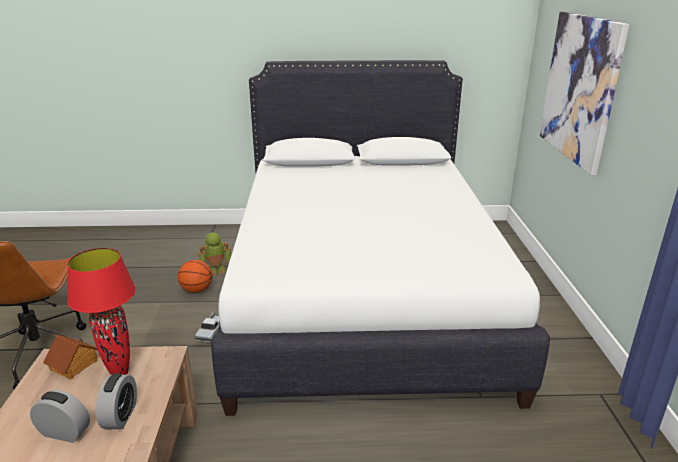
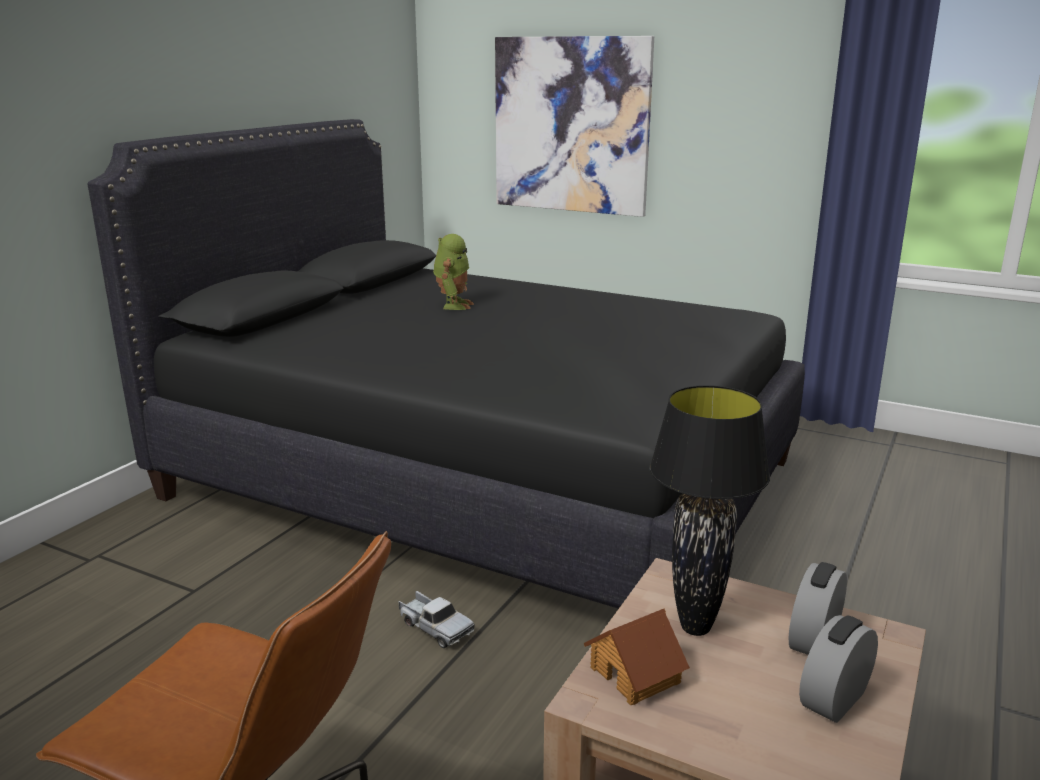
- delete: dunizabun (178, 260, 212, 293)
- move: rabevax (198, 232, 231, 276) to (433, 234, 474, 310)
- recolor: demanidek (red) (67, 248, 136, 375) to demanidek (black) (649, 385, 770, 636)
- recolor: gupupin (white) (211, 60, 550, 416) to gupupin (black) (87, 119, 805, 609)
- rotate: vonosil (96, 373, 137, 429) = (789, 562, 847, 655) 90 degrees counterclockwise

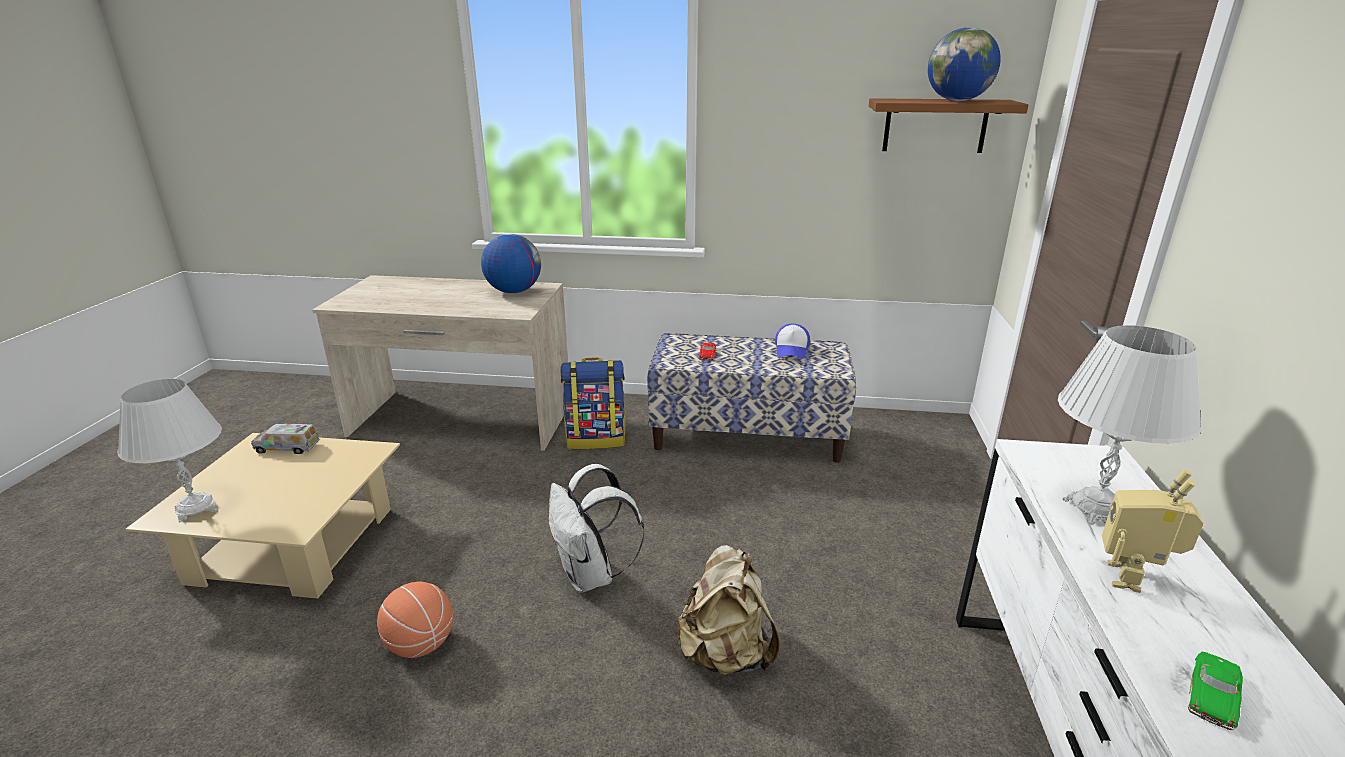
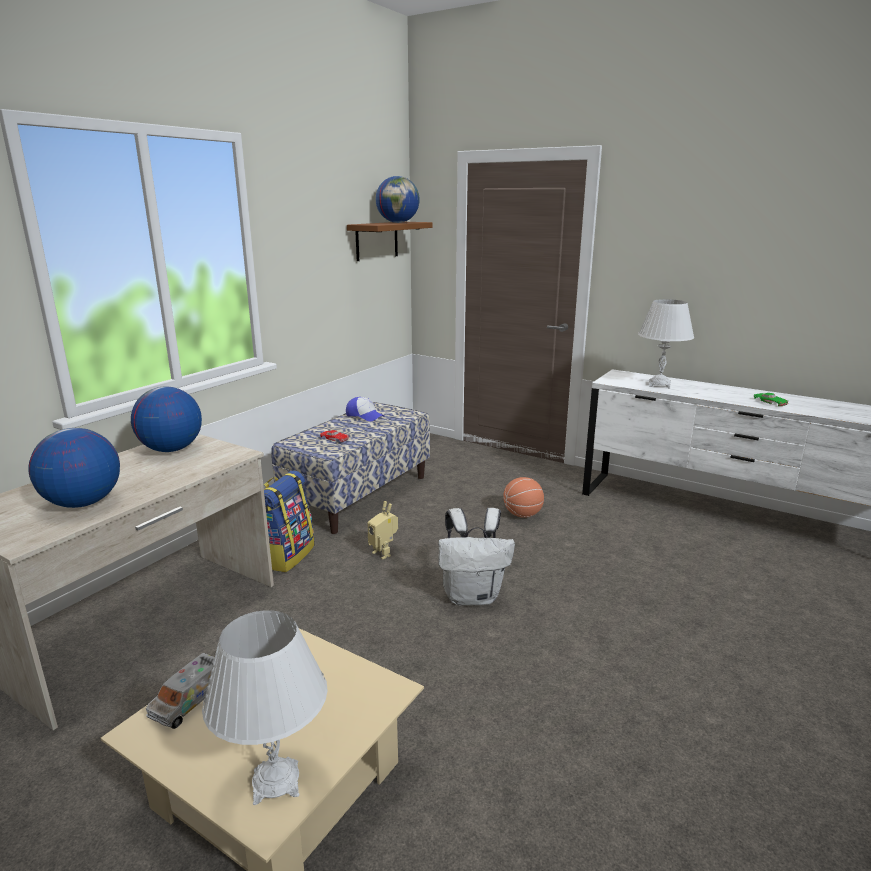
- delete: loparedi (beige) (676, 545, 780, 675)
- insert: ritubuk (28, 428, 120, 508)
- move: dunizabun (377, 582, 453, 658) to (503, 477, 544, 518)
- move: rabevax (1102, 469, 1203, 593) to (368, 501, 398, 560)

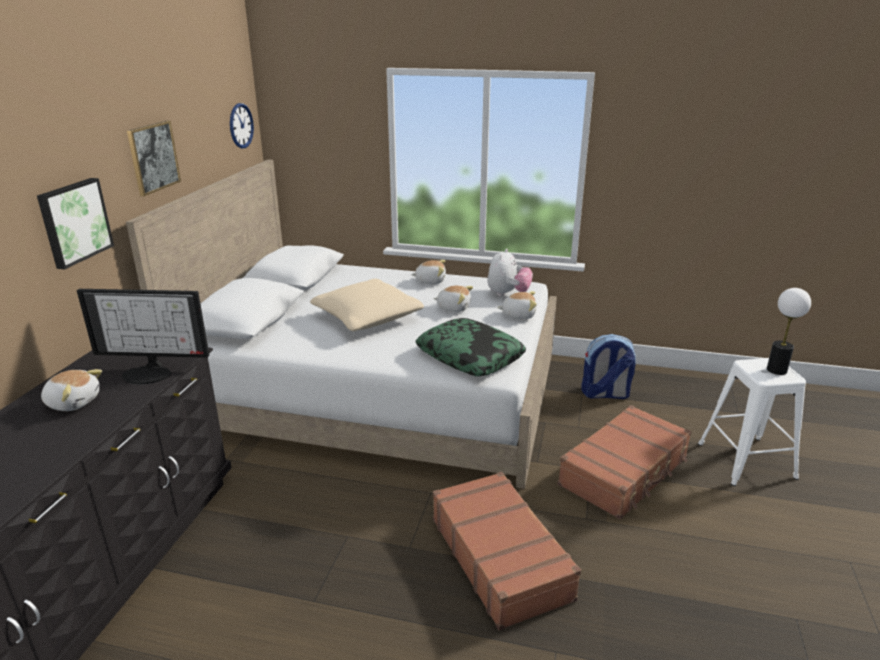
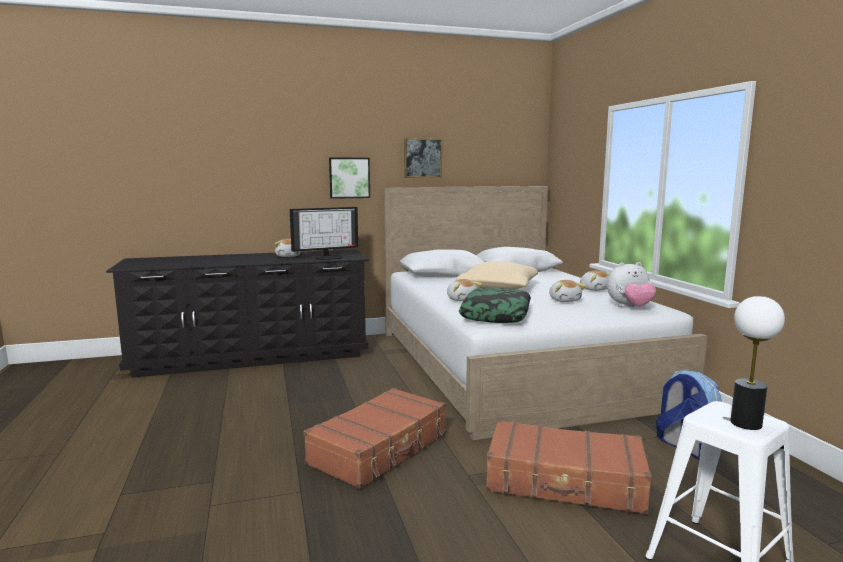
- delete: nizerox (230, 103, 254, 148)
- move: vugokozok (497, 291, 537, 319) to (447, 279, 482, 301)
- rotate: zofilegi (77, 289, 209, 385) = (290, 207, 358, 260) 90 degrees counterclockwise

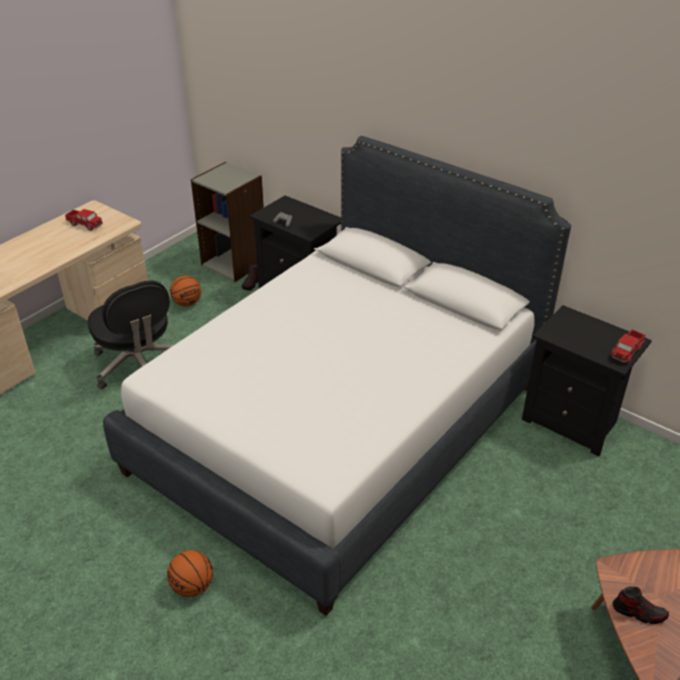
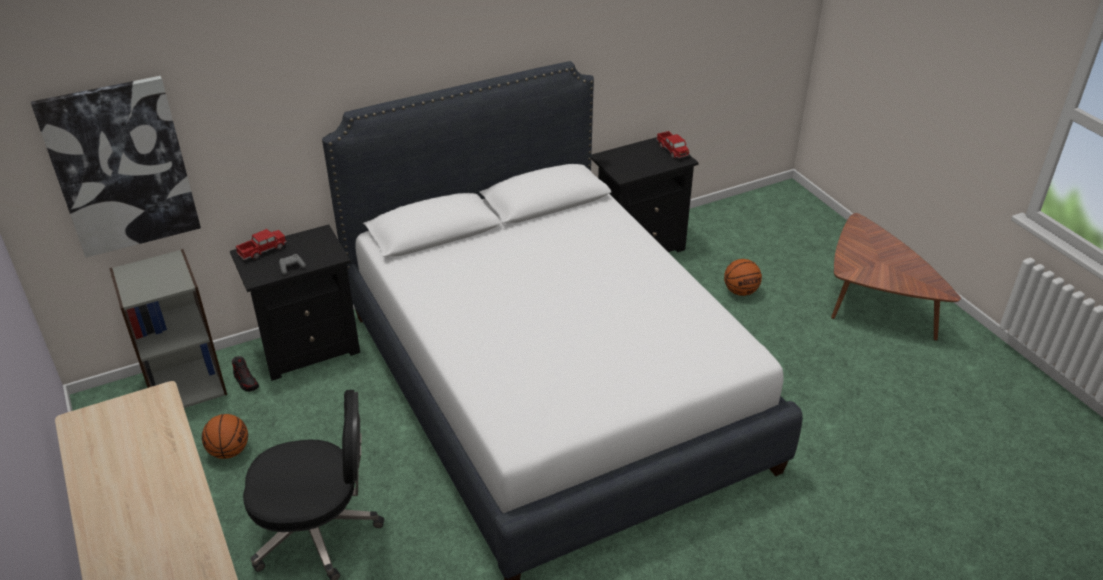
- delete: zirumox (613, 586, 669, 624)
- insert: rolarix (31, 76, 201, 258)
- move: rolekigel (65, 209, 103, 231) to (236, 229, 287, 260)
- move: dunizabun (167, 550, 213, 597) to (724, 259, 762, 296)

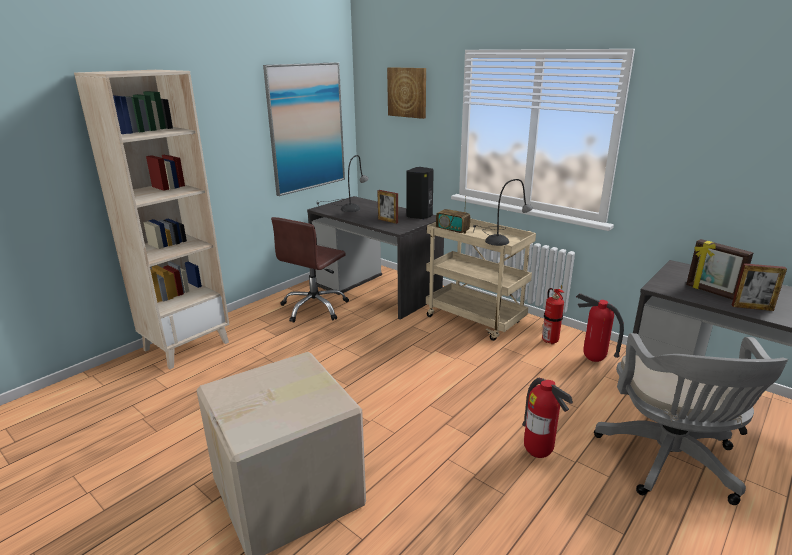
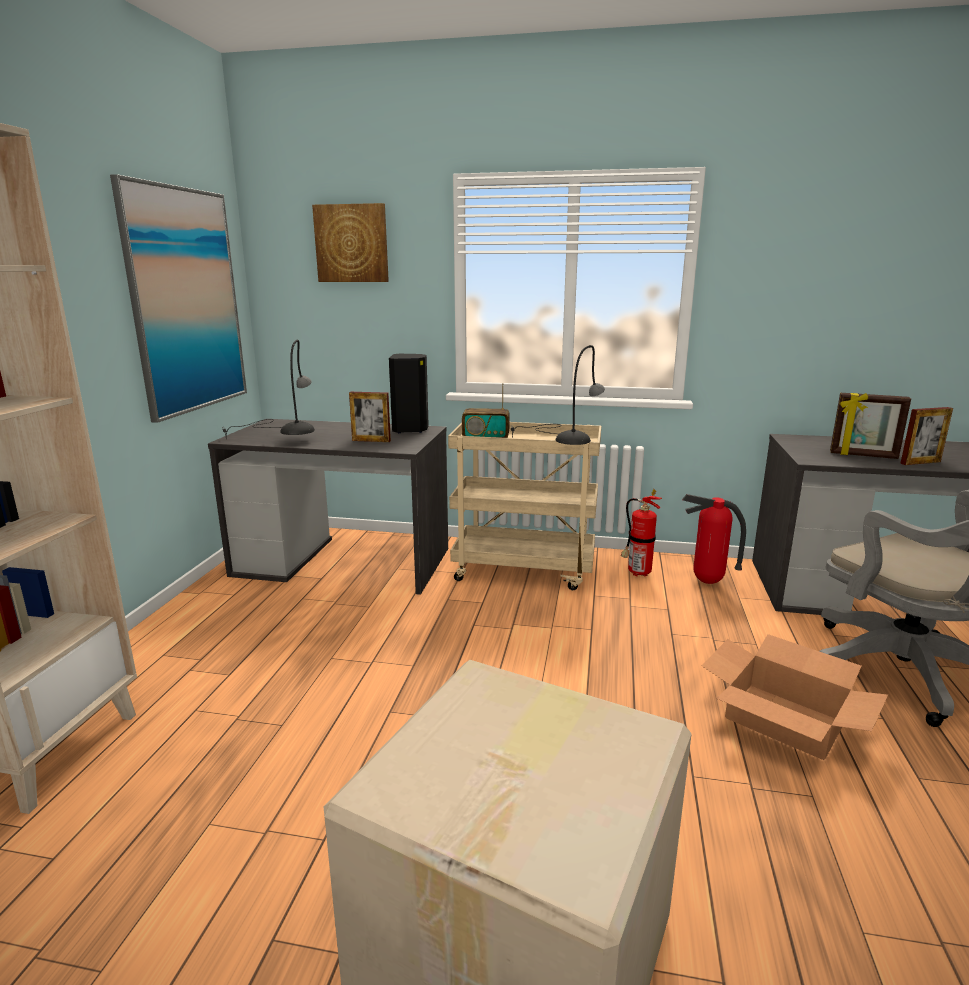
- delete: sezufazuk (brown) (271, 217, 349, 323)
- replace: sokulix (522, 377, 573, 458) to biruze (702, 634, 888, 760)

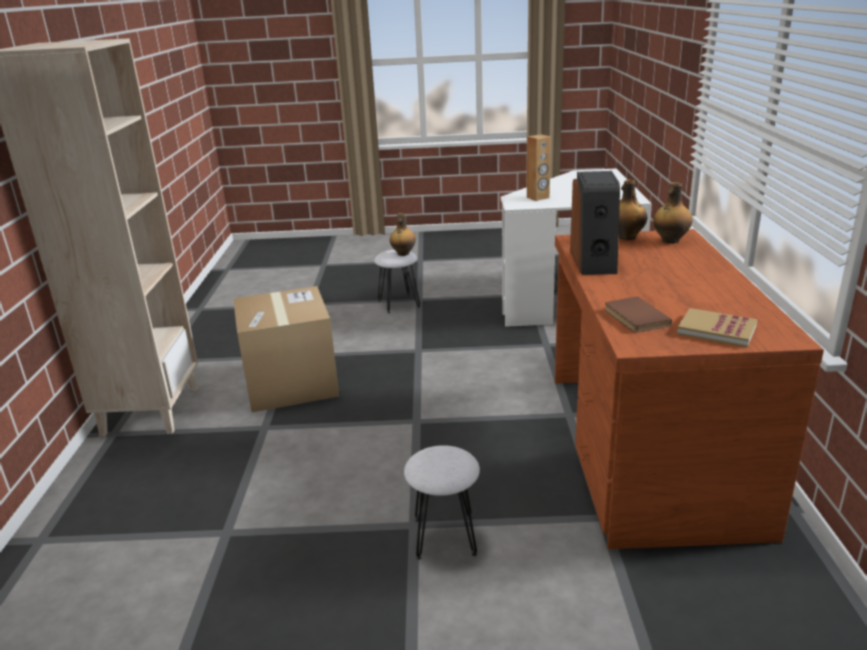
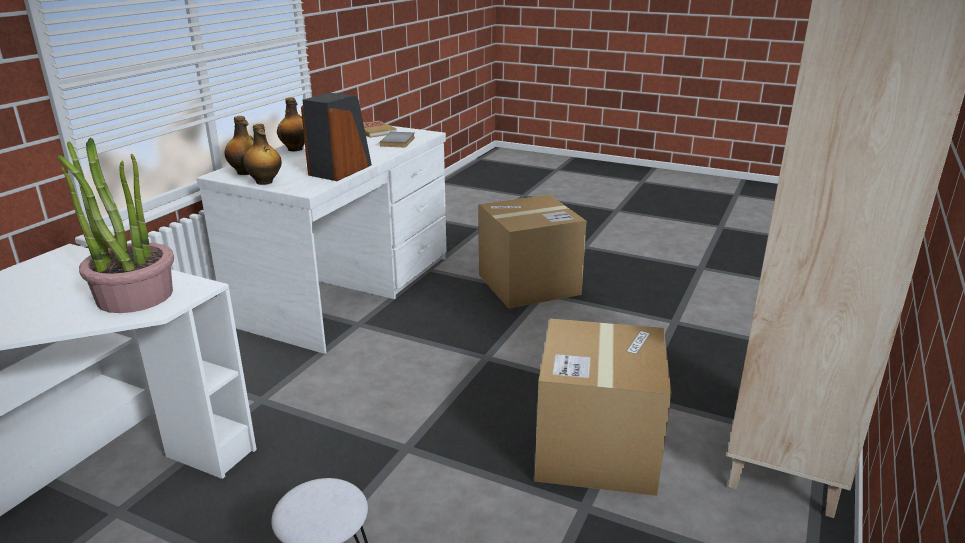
- move: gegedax (390, 213, 416, 256) to (277, 97, 305, 151)
- replace: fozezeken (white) (404, 445, 480, 560) to biruze (479, 195, 586, 309)
- replace: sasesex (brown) (527, 134, 551, 201) to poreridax (58, 138, 174, 313)
- recolor: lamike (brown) (555, 229, 824, 549) to lamike (white) (196, 122, 446, 354)
- recolor: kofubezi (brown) (605, 297, 672, 333) to kofubezi (grey) (380, 132, 415, 147)

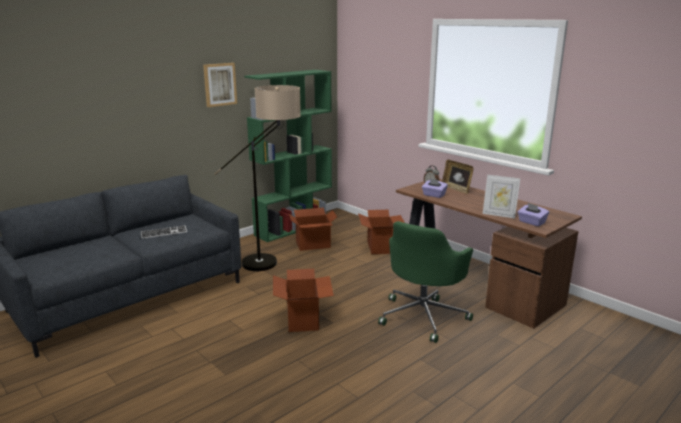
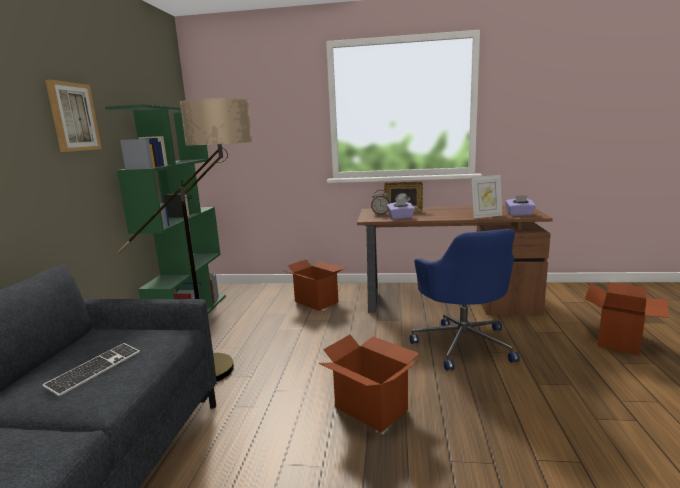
- move: biruze (288, 207, 337, 251) to (585, 282, 669, 355)
- recolor: sezufazuk (green) (378, 221, 473, 343) to sezufazuk (blue) (410, 229, 520, 371)

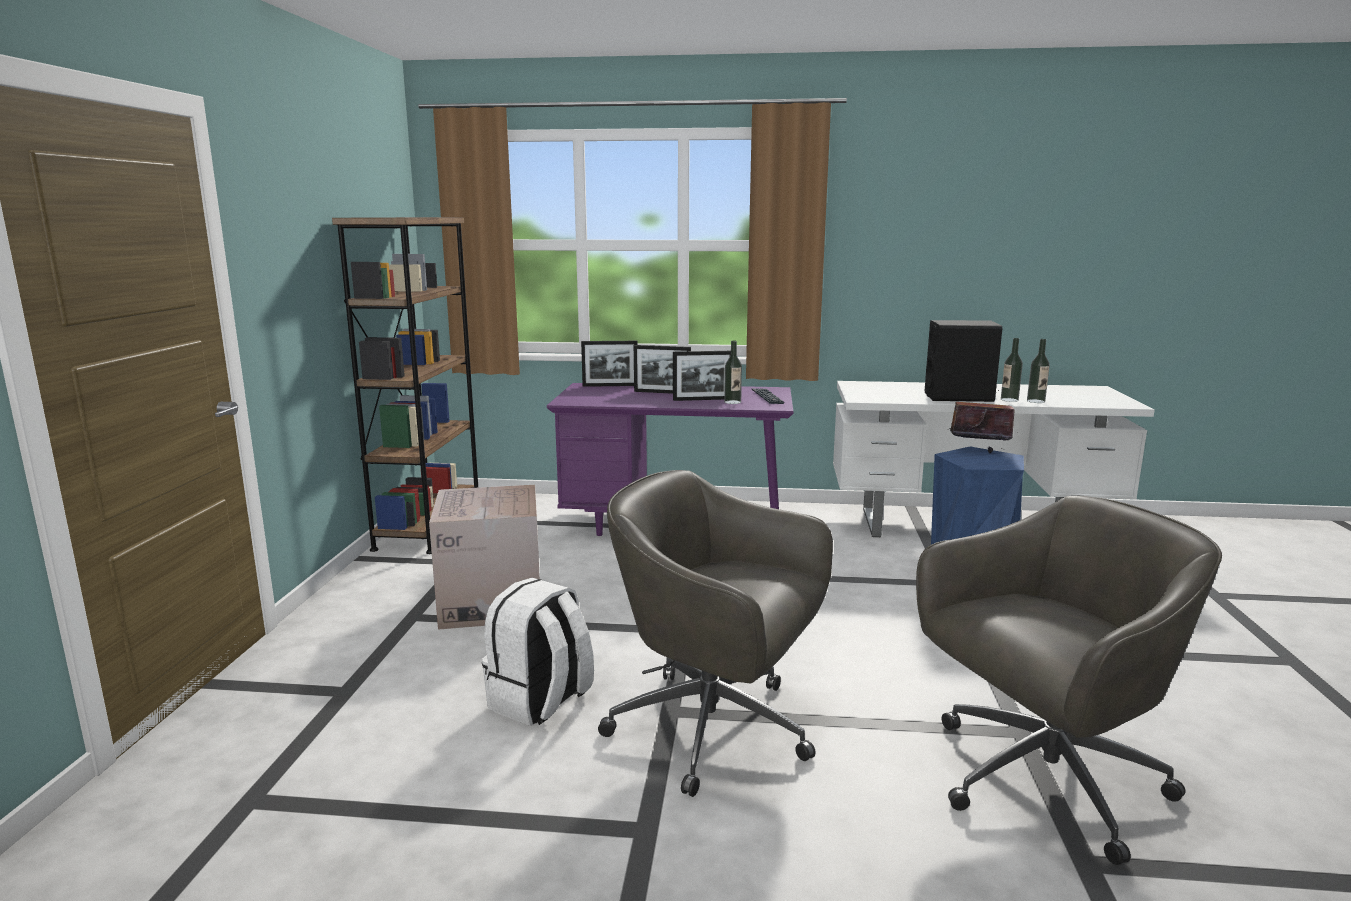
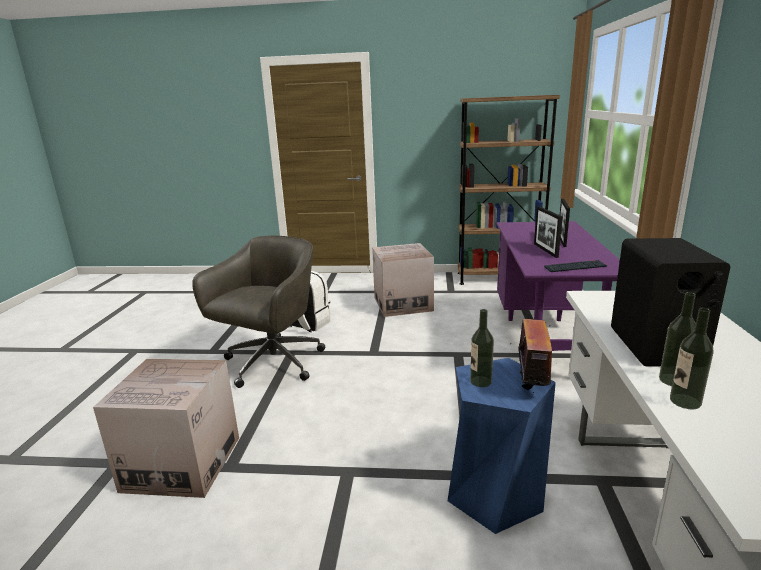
- delete: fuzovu (581, 341, 638, 387)
- move: gegedax (724, 341, 742, 404) to (470, 309, 494, 387)
- replace: sezufazuk (grey) (916, 496, 1222, 865) to biruze (93, 359, 239, 498)

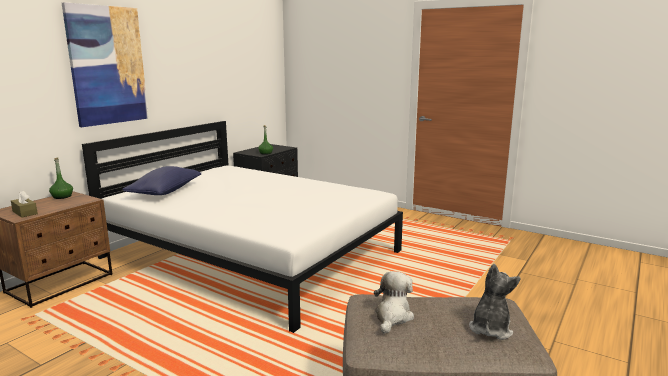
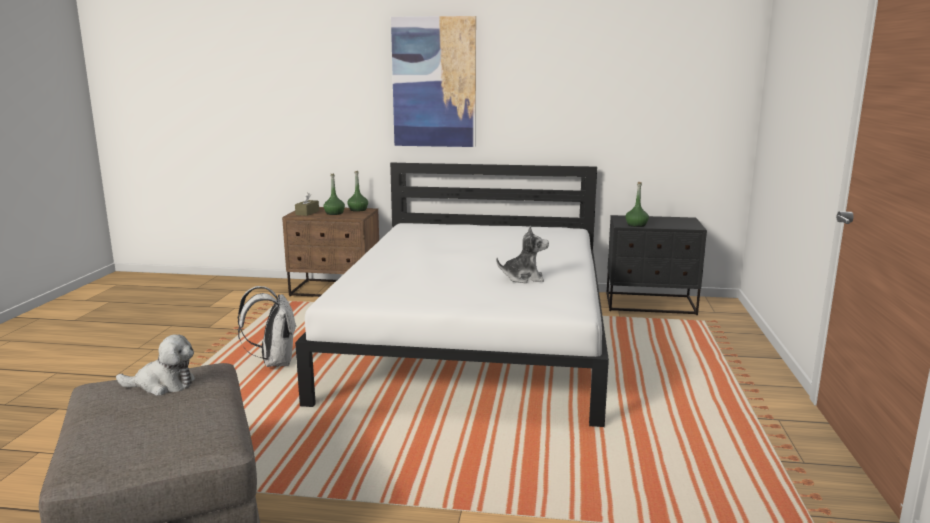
- delete: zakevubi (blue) (122, 166, 201, 195)
- insert: loparedi (white) (237, 286, 297, 367)
- insert: gegedax (green) (323, 174, 345, 215)
- move: vugokozok (469, 264, 521, 340) to (496, 225, 549, 283)

